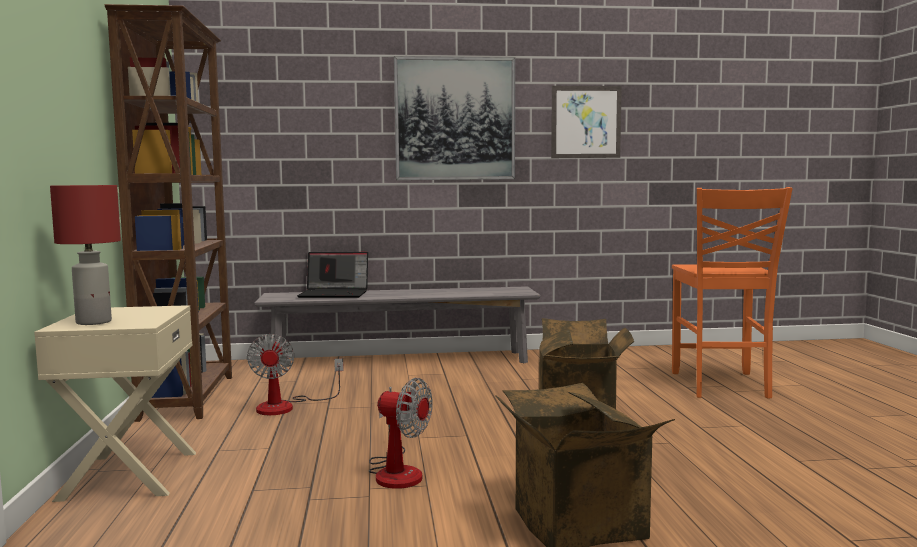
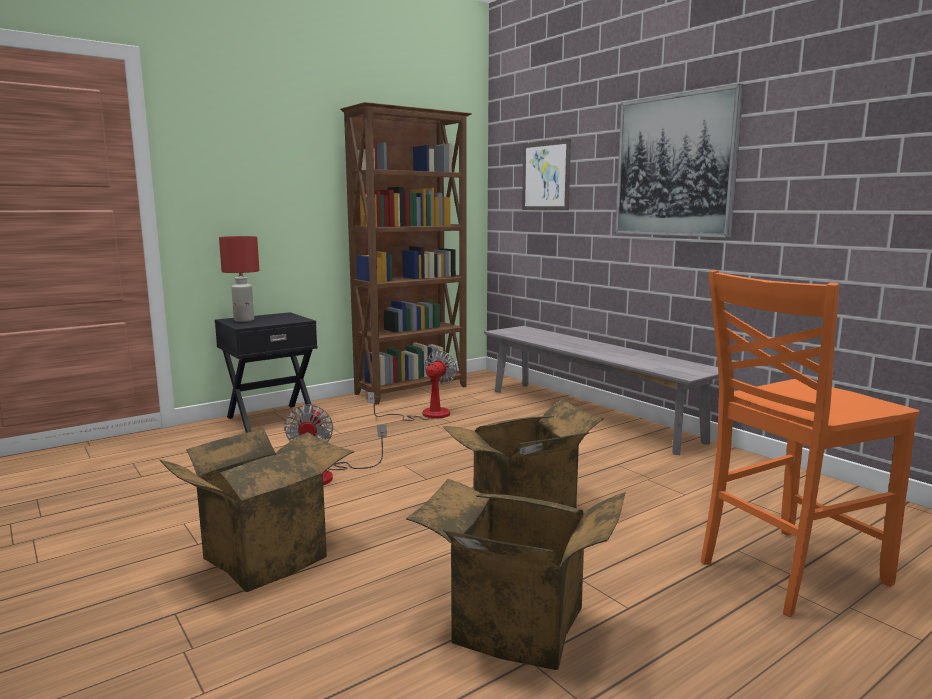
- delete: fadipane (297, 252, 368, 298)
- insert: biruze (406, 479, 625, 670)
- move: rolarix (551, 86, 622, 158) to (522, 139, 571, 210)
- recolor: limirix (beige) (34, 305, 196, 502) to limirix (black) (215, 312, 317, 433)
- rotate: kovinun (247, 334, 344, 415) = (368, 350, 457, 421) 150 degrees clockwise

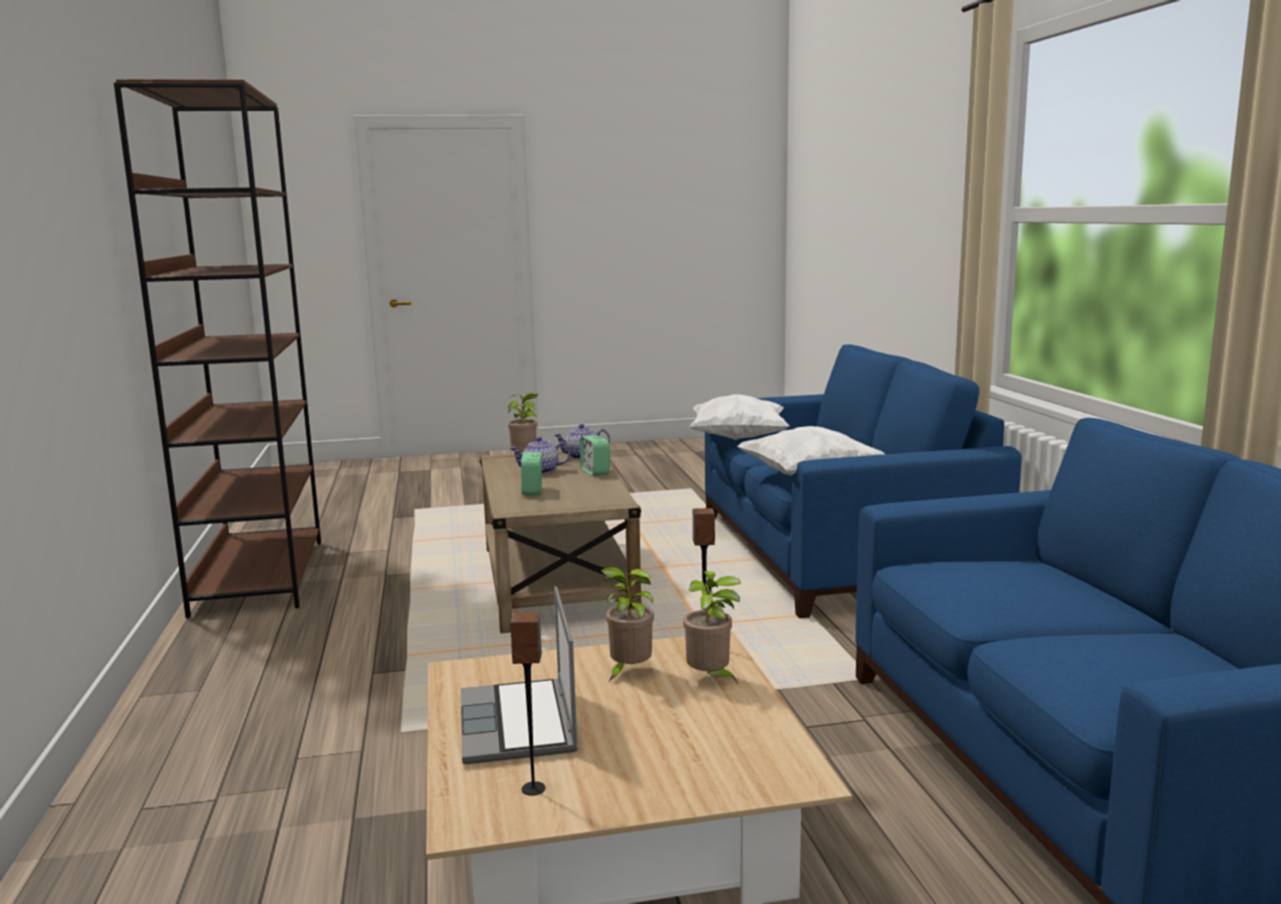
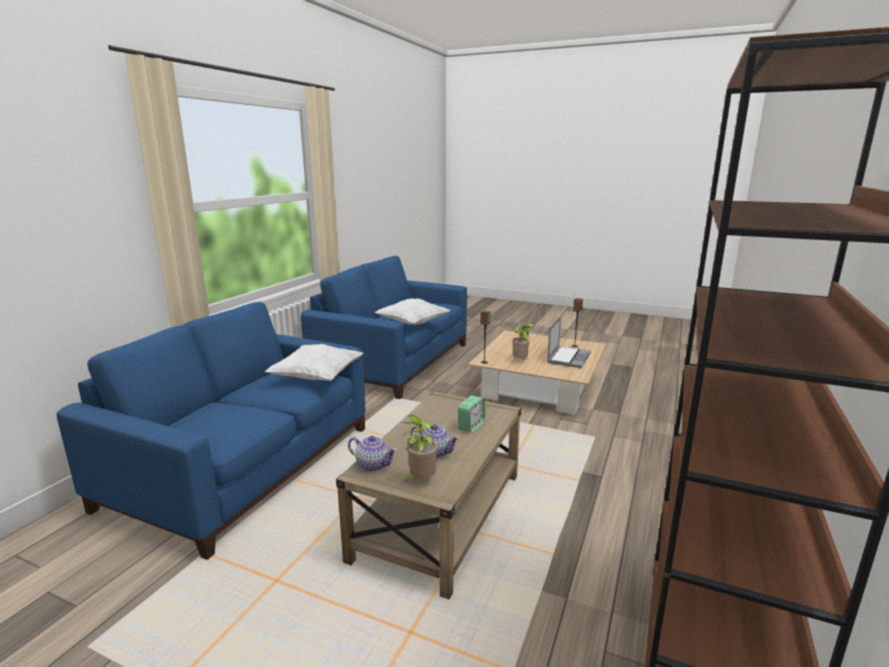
- delete: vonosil (580, 435, 610, 476)
- delete: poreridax (683, 571, 741, 684)
- move: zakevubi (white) (690, 394, 790, 440) to (374, 298, 451, 325)

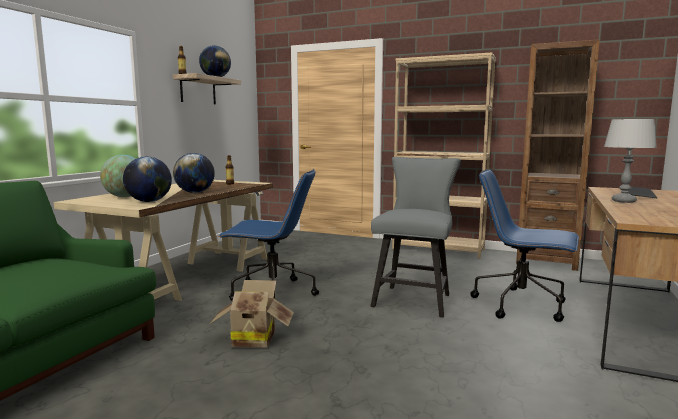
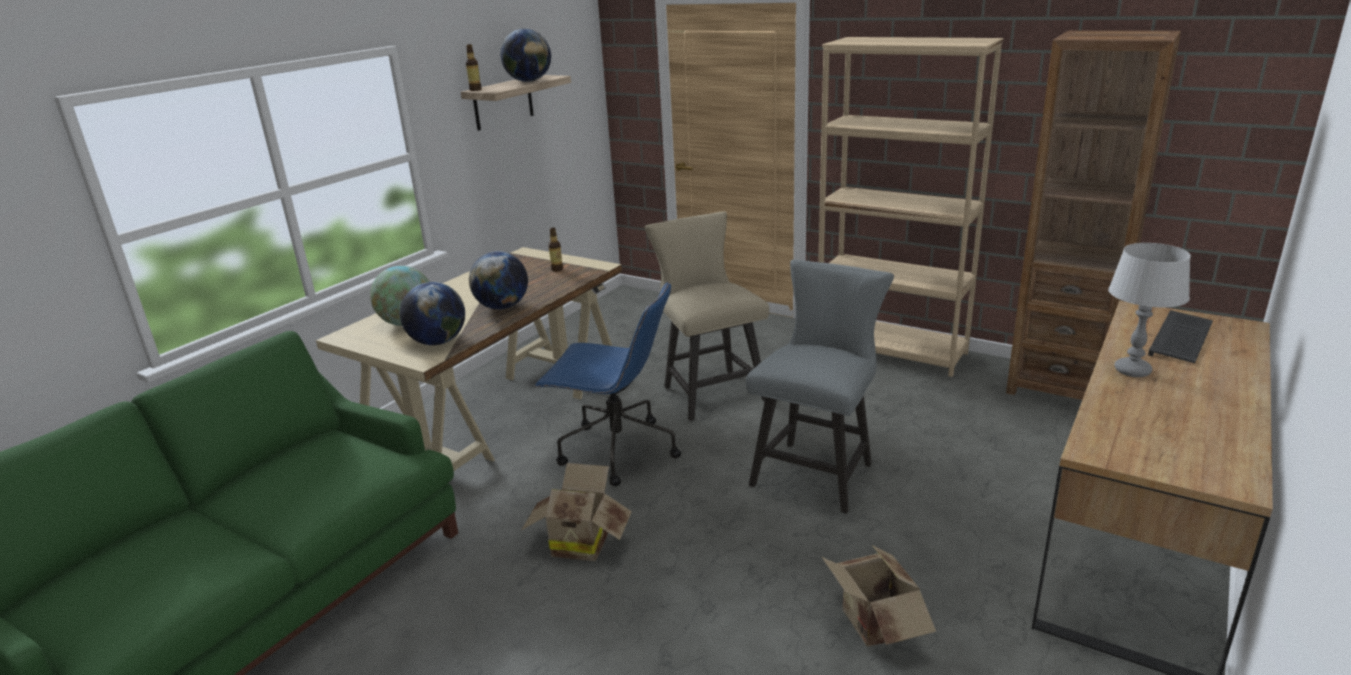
- delete: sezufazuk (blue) (470, 170, 579, 322)
- insert: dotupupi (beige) (645, 211, 769, 421)
- insert: biruze (822, 545, 936, 647)

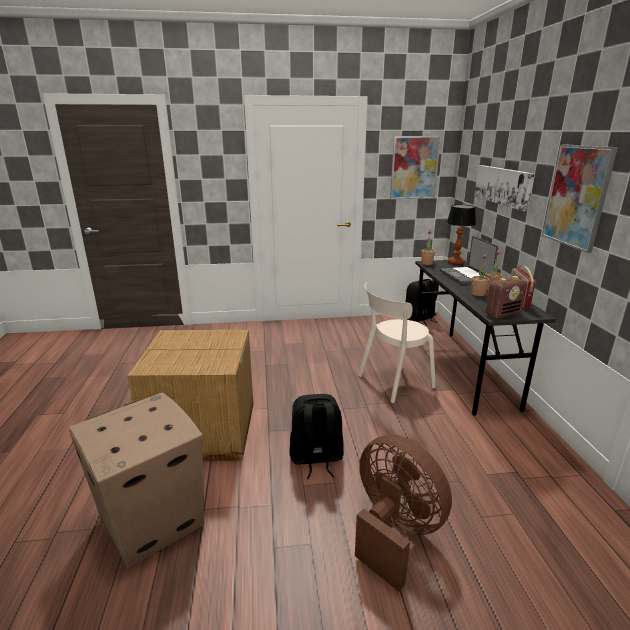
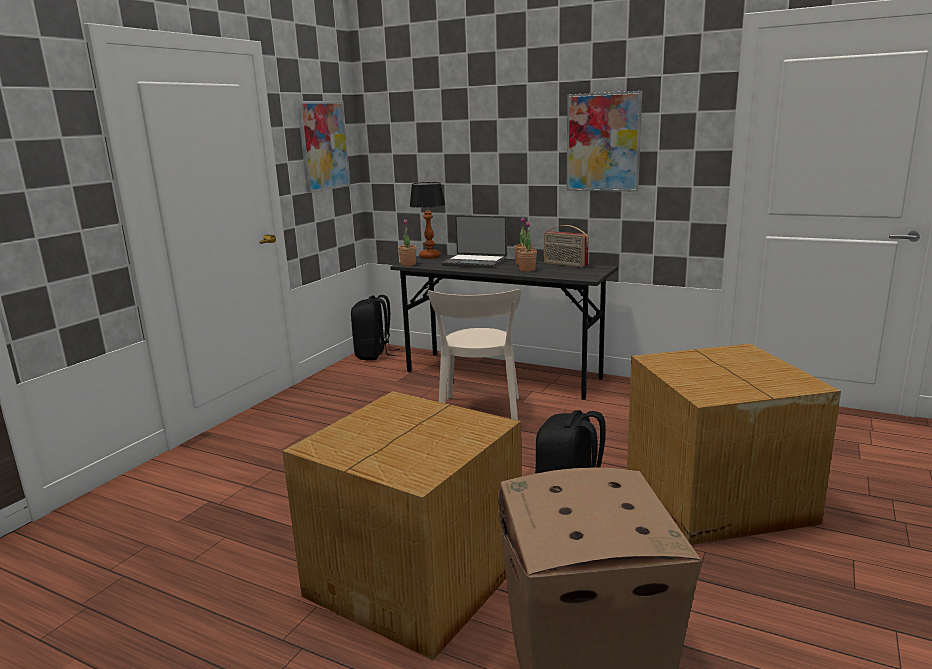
- delete: rolarix (474, 165, 535, 211)
- delete: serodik (486, 276, 527, 319)
- replace: kovinun (brown) (355, 434, 452, 592) to biruze (627, 344, 841, 545)

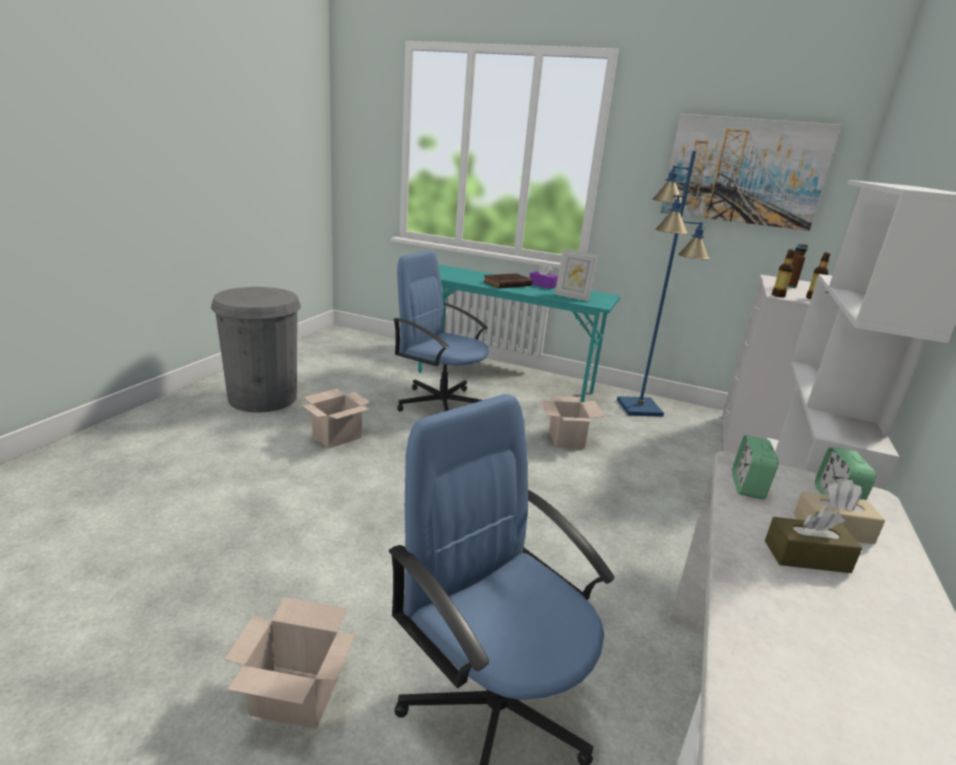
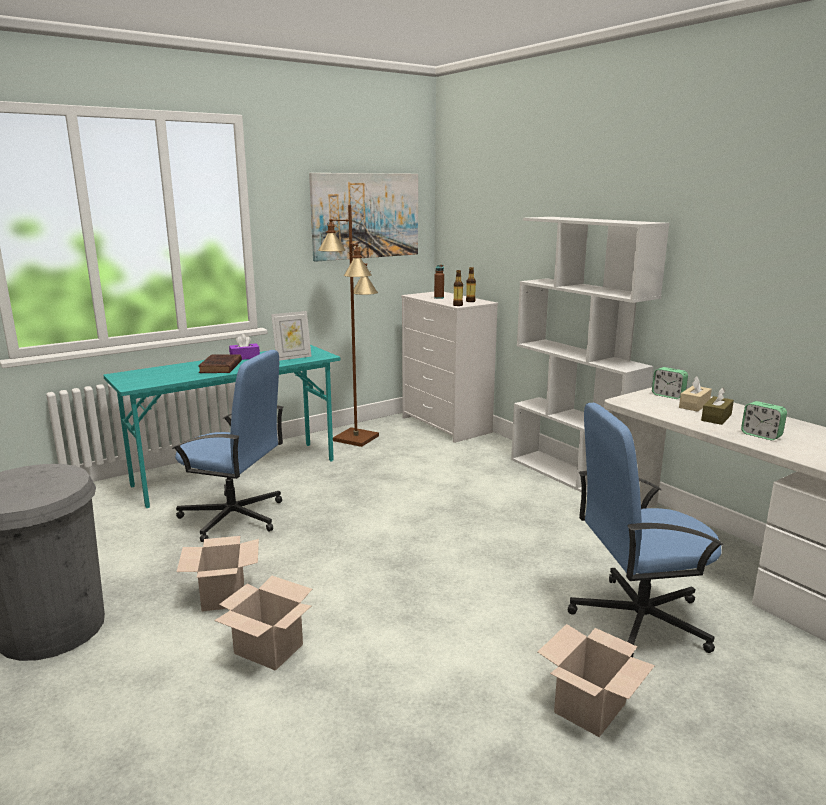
- move: biruze (540, 396, 604, 449) to (214, 576, 312, 671)
- move: vonosil (732, 435, 779, 500) to (741, 401, 787, 440)
- recolor: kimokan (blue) (617, 151, 709, 417) to kimokan (brown) (318, 205, 379, 447)
- rotate: sezufazuk (blue) (393, 250, 489, 411) = (172, 350, 284, 543) 135 degrees counterclockwise

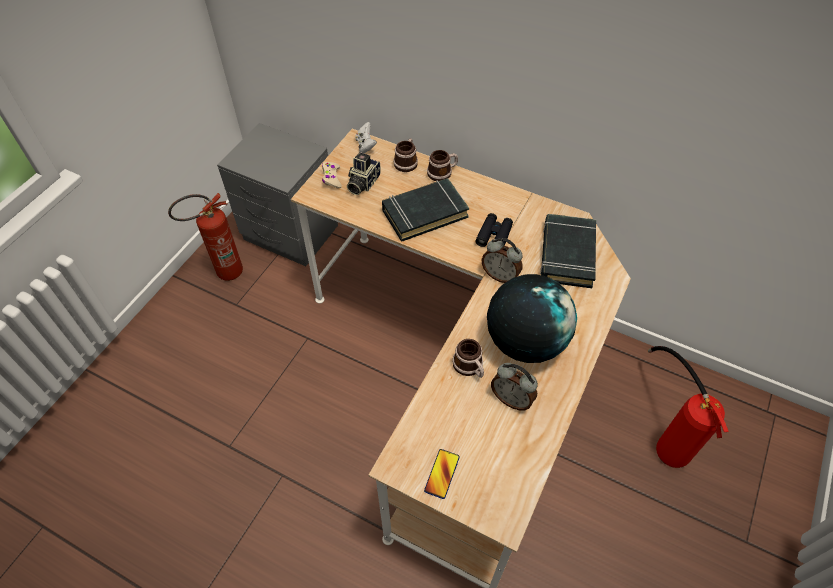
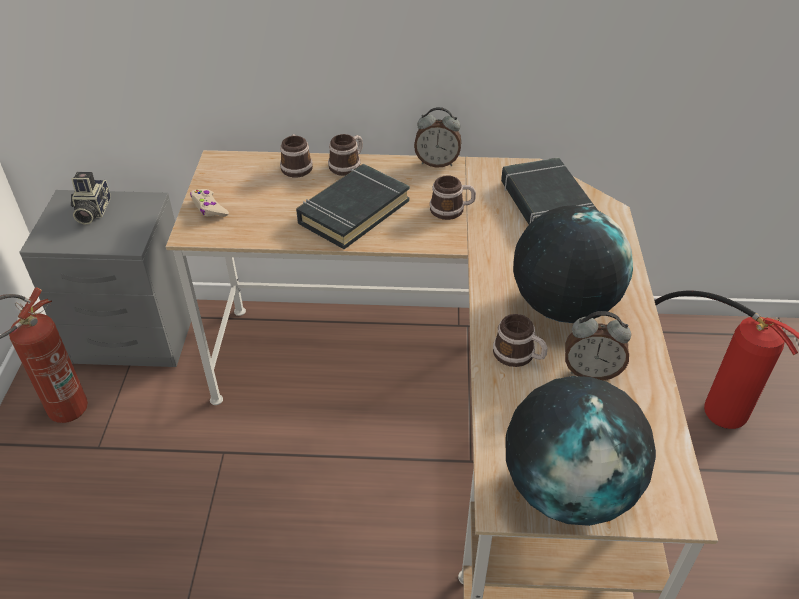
- delete: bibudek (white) (355, 122, 377, 153)
- move: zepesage (347, 152, 381, 195) to (71, 172, 111, 224)
- move: vonosil (482, 238, 523, 283) to (414, 107, 462, 168)
- replace: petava (424, 449, 460, 499) to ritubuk (506, 376, 656, 526)
- replace: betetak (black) (475, 213, 513, 247) to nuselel (430, 175, 476, 220)

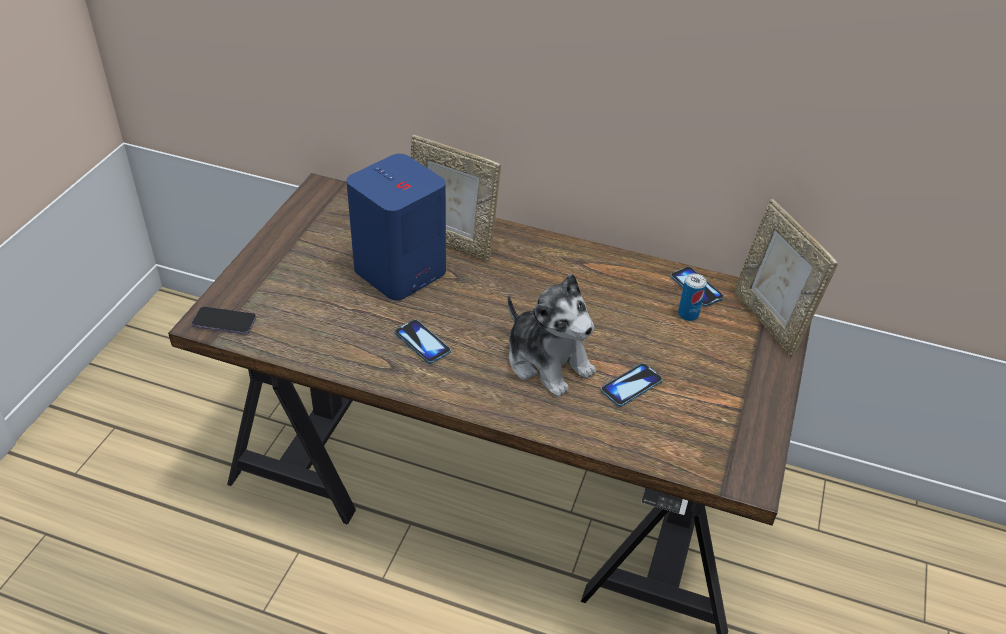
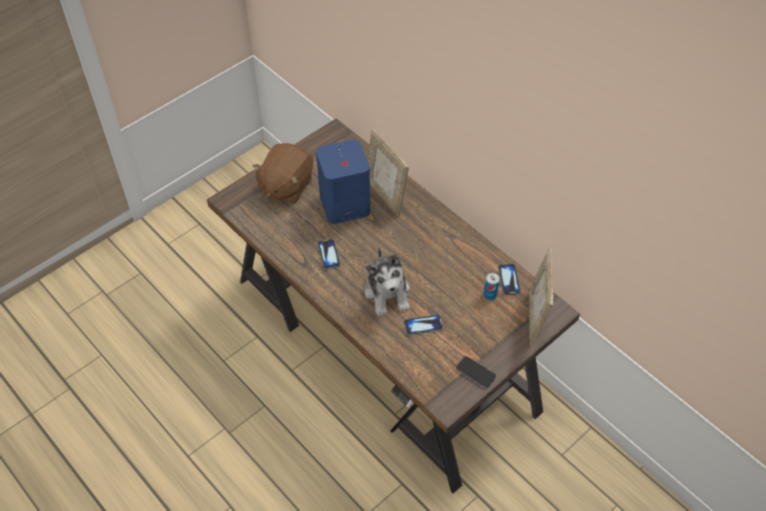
- insert: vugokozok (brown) (253, 143, 313, 204)
- move: petava (192, 306, 256, 335) to (456, 356, 496, 388)

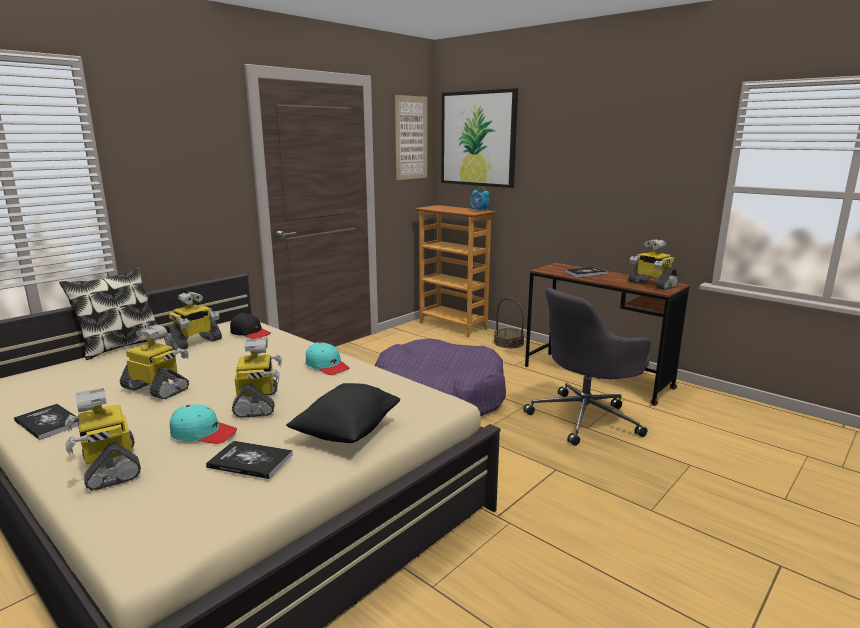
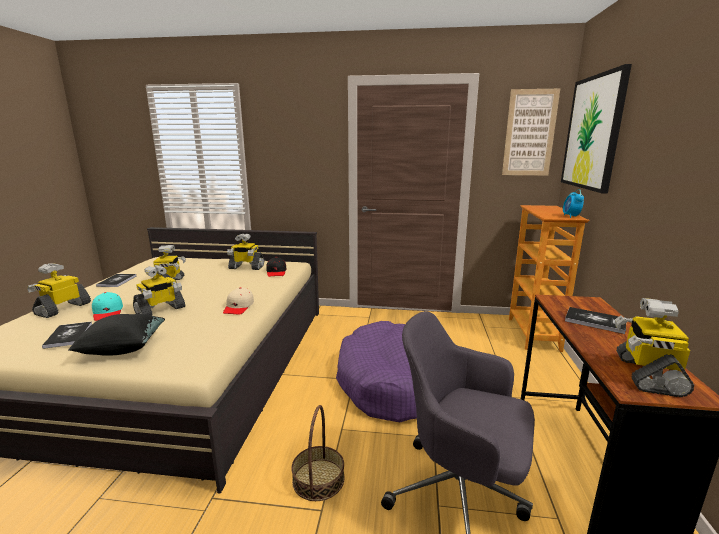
- delete: zakevubi (59, 267, 163, 360)
- move: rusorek (494, 297, 525, 348) to (291, 405, 344, 501)
- recolor: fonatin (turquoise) (306, 342, 350, 375) to fonatin (beige) (223, 287, 254, 315)

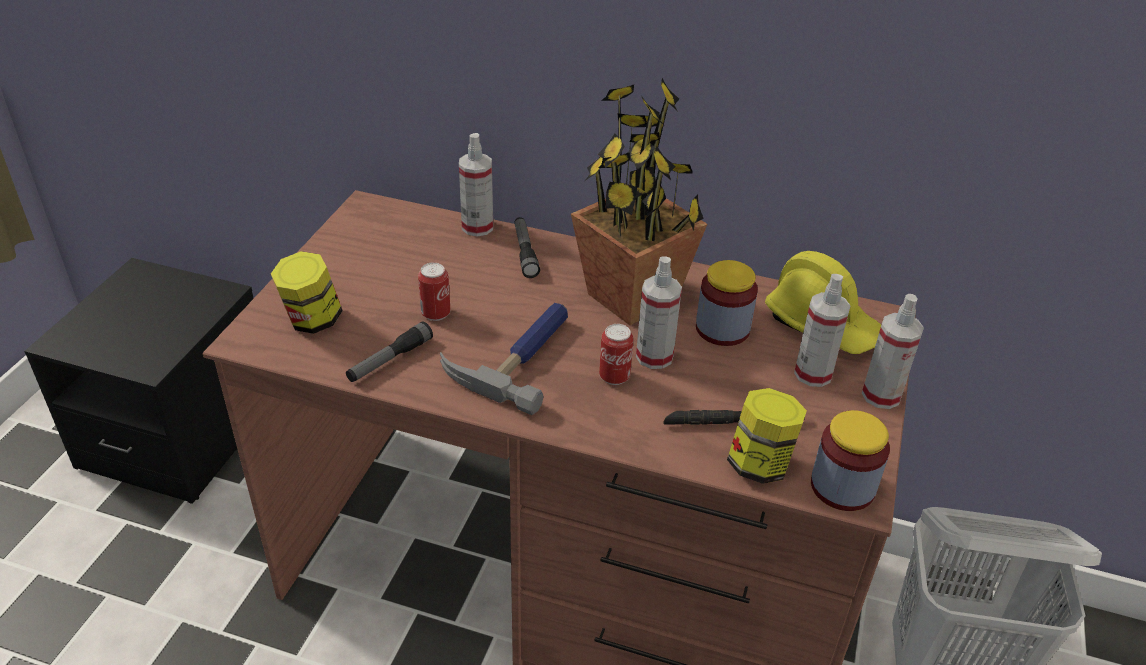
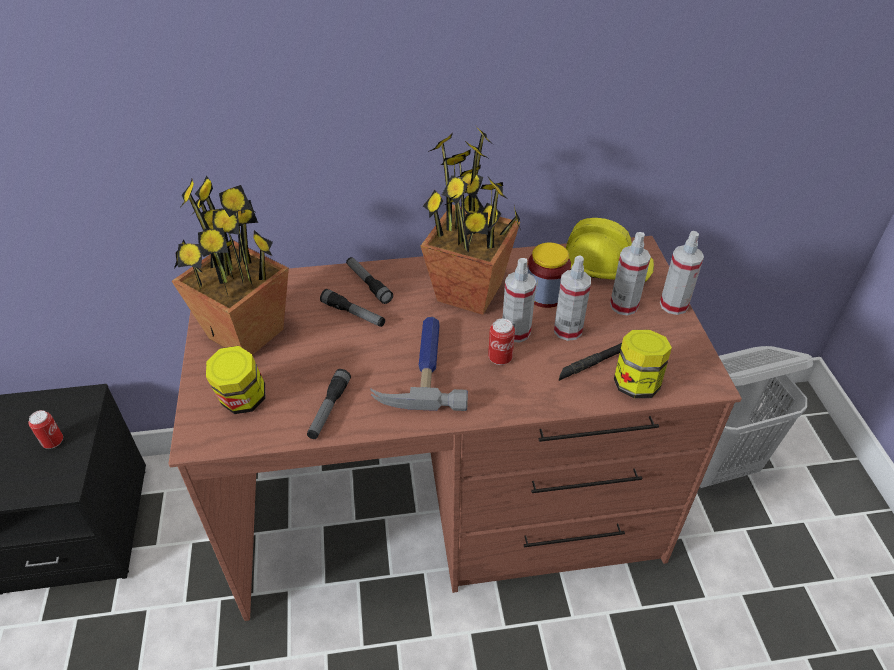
- delete: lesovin (811, 410, 890, 511)
- insert: poreridax (172, 176, 289, 355)
- insert: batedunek (320, 289, 385, 327)
- move: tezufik (418, 262, 450, 321) to (28, 410, 63, 449)
- move: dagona (459, 133, 493, 237) to (554, 255, 591, 341)

